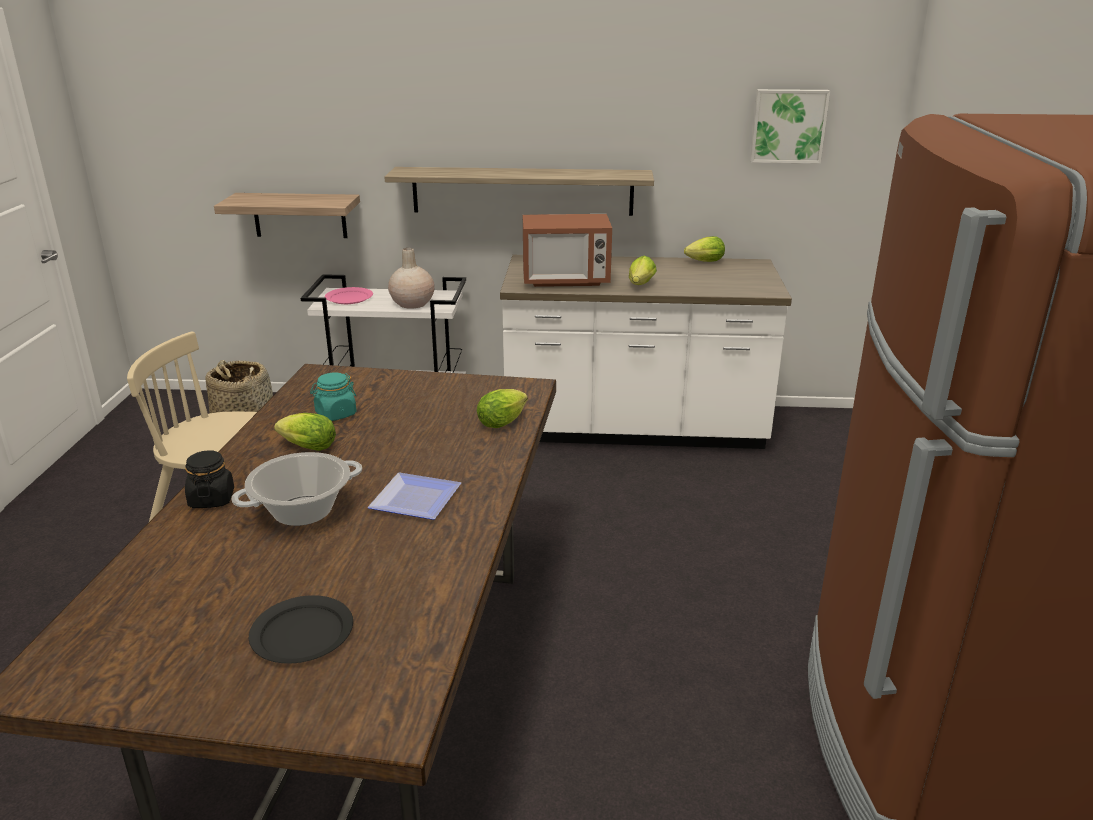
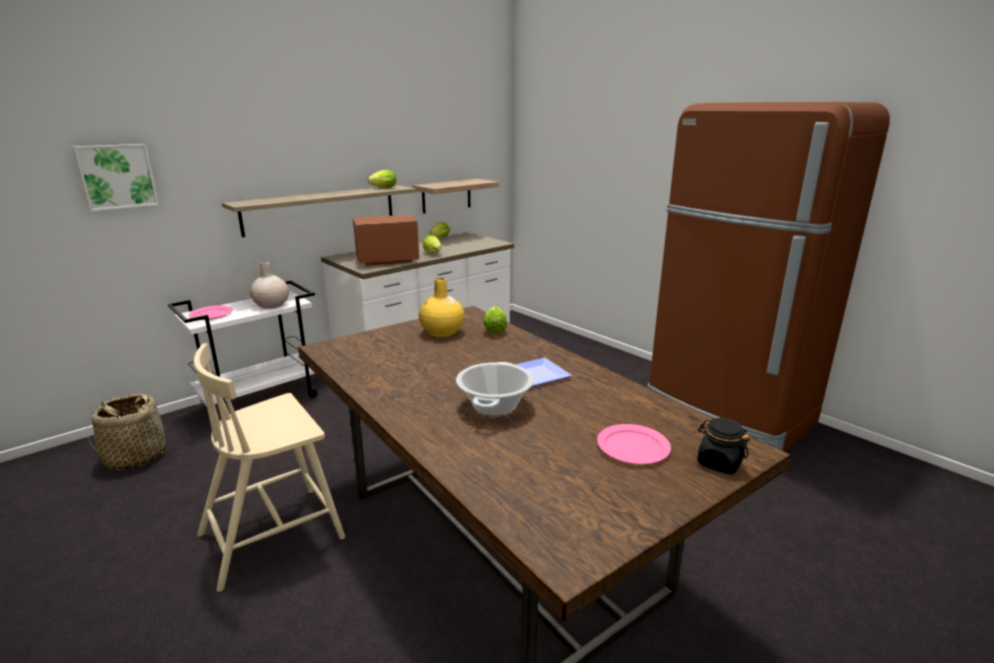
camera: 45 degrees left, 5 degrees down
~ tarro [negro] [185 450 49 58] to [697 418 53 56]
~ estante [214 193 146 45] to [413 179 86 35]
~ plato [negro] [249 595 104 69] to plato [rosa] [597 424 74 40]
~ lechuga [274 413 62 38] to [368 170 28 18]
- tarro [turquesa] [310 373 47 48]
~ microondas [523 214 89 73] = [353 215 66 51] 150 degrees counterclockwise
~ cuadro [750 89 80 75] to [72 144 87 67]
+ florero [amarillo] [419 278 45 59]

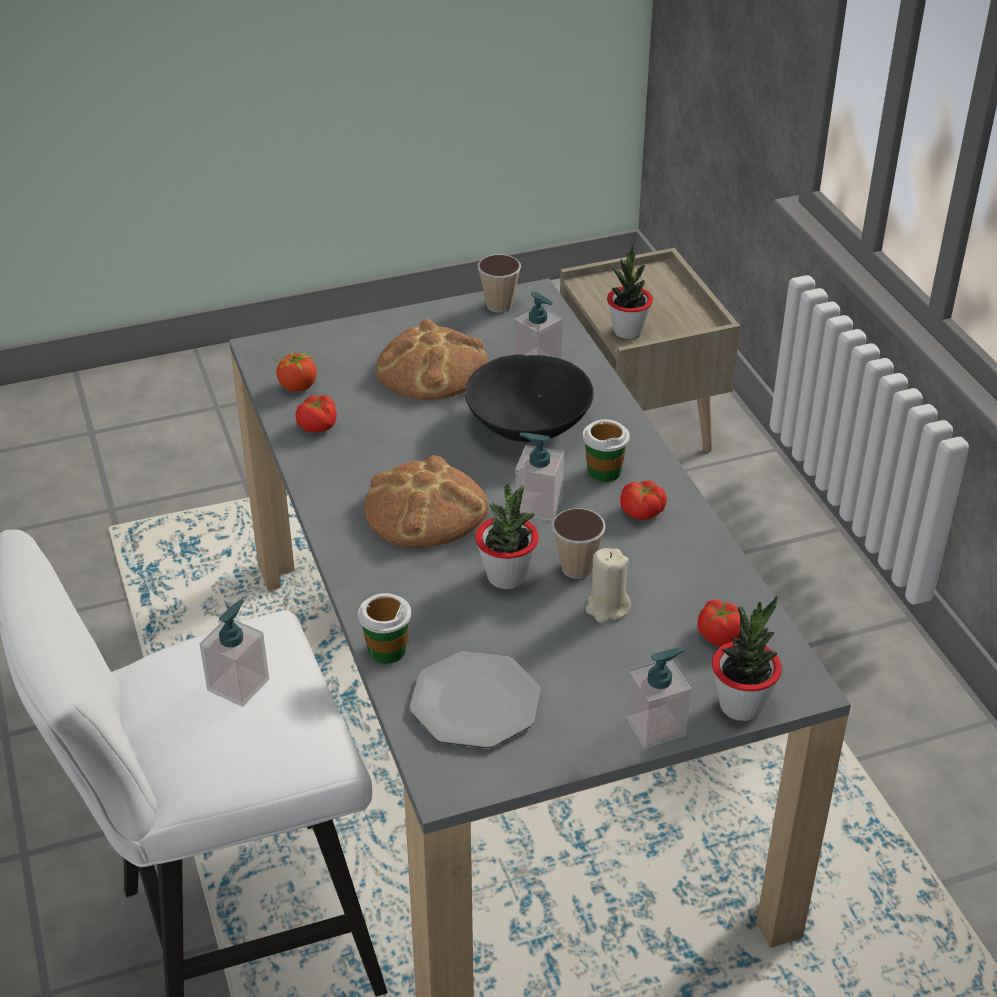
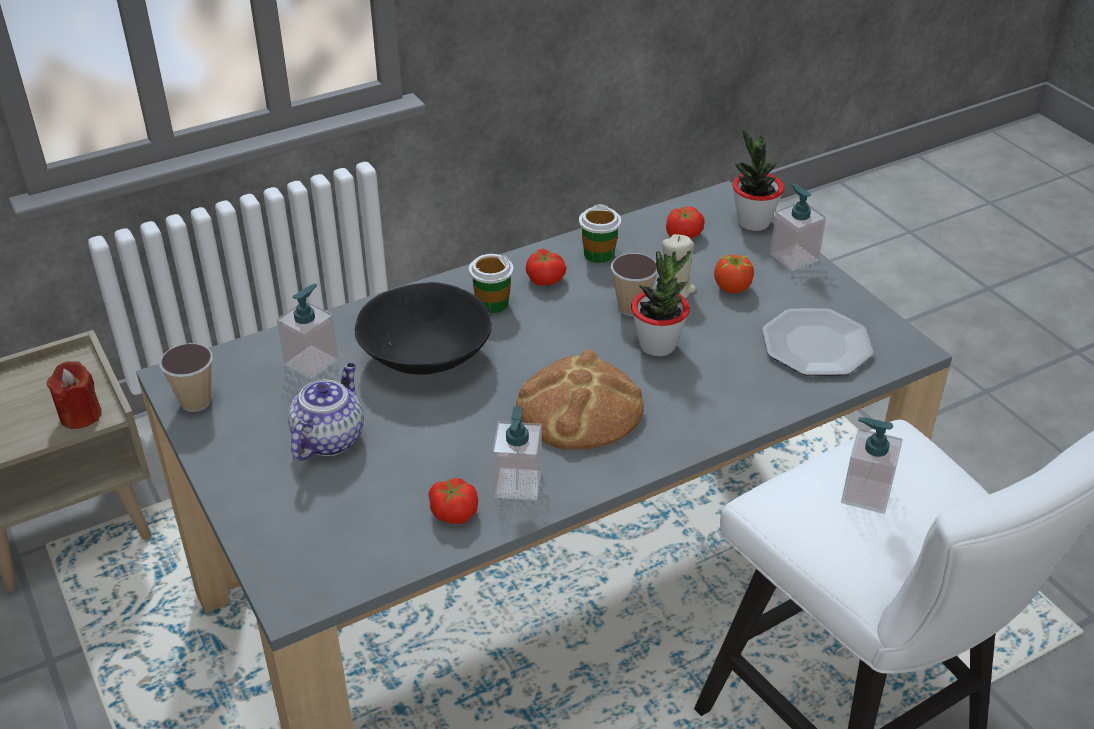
camera: 100 degrees left, 0 degrees up
~ tomate [272 351 45 41] to [714 253 43 40]
~ taza [358 593 53 71] to [579 204 42 59]
~ pan [376 319 112 82] to tetera [288 363 76 97]
~ dispensador de jabón [515 433 49 88] to [493 406 49 95]
~ planta en maceta [607 244 46 95] to vela [rojo] [47 361 54 68]

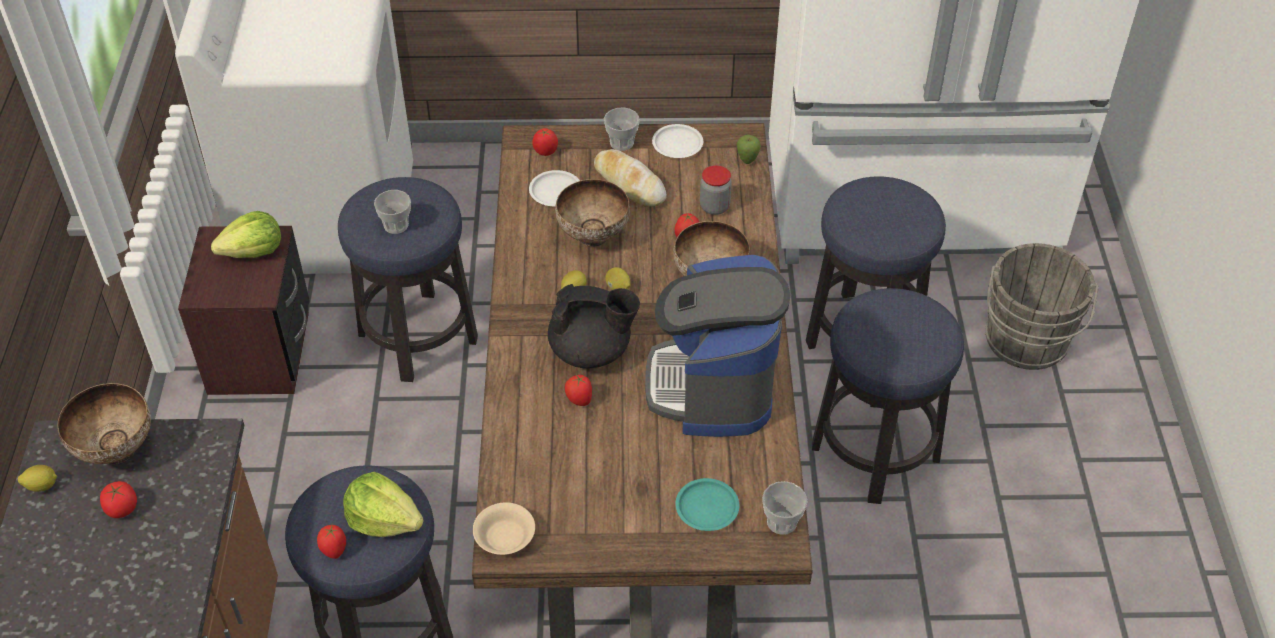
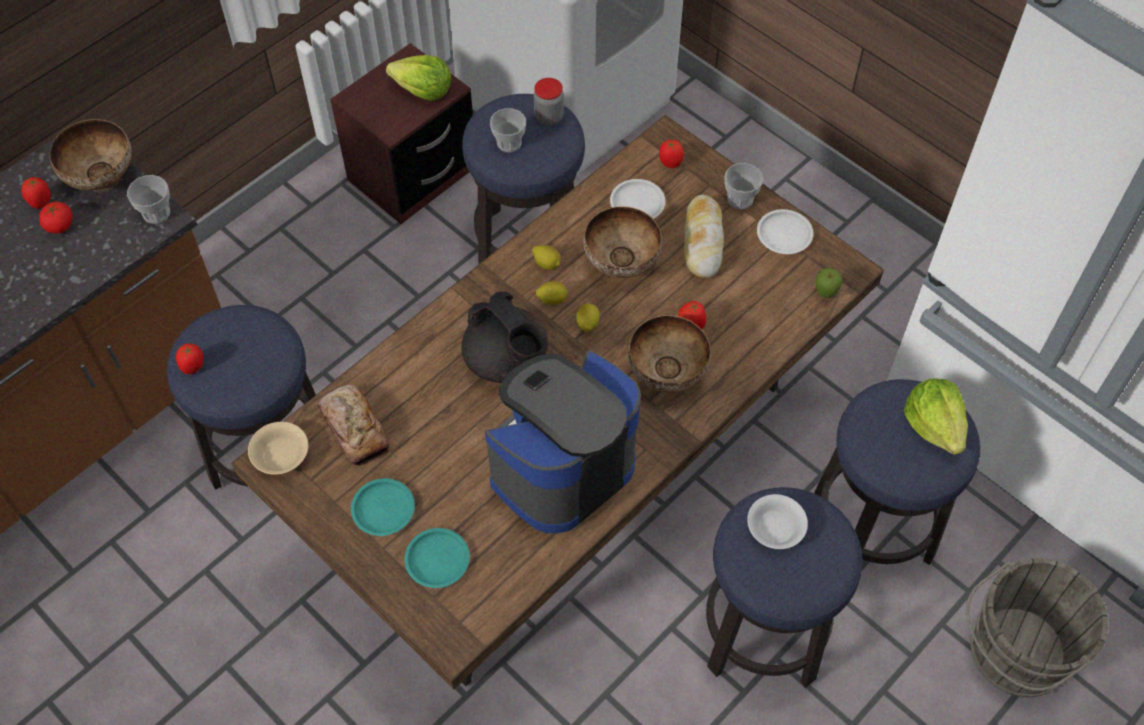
camera: 45 degrees right, 10 degrees up
~ limón [18 465 39 27] to [532 245 29 25]
~ lechuga [343 472 81 65] to [904 378 64 77]
~ tomate [565 375 27 31] to [21 177 29 32]
~ tarro [700 165 32 50] to [534 78 30 47]
~ taza [762 481 45 54] to [127 175 43 49]
+ pan [318 385 72 81]
+ plato [turquesa] [351 478 64 58]
+ cuenco [blanco] [747 494 61 55]

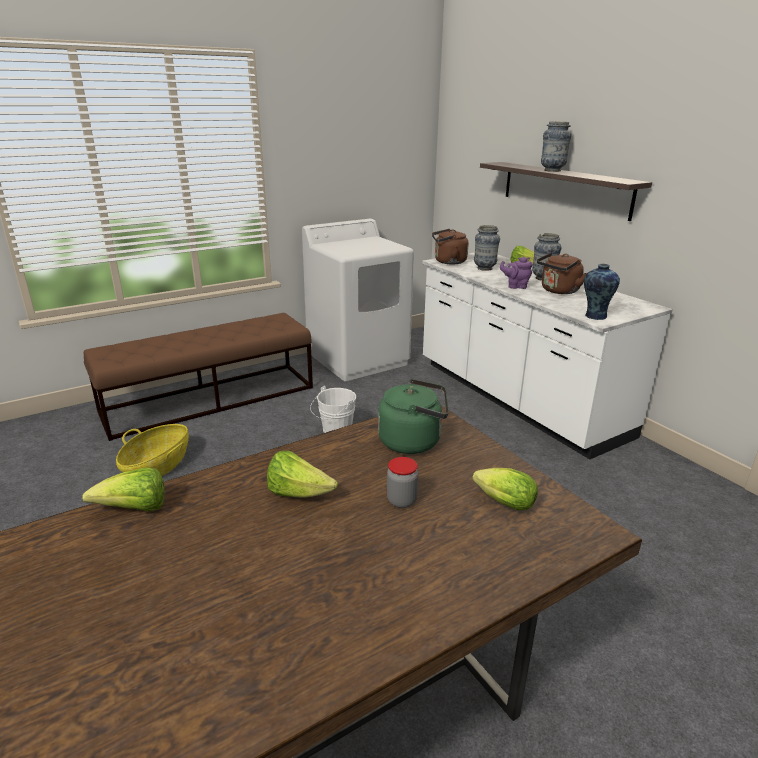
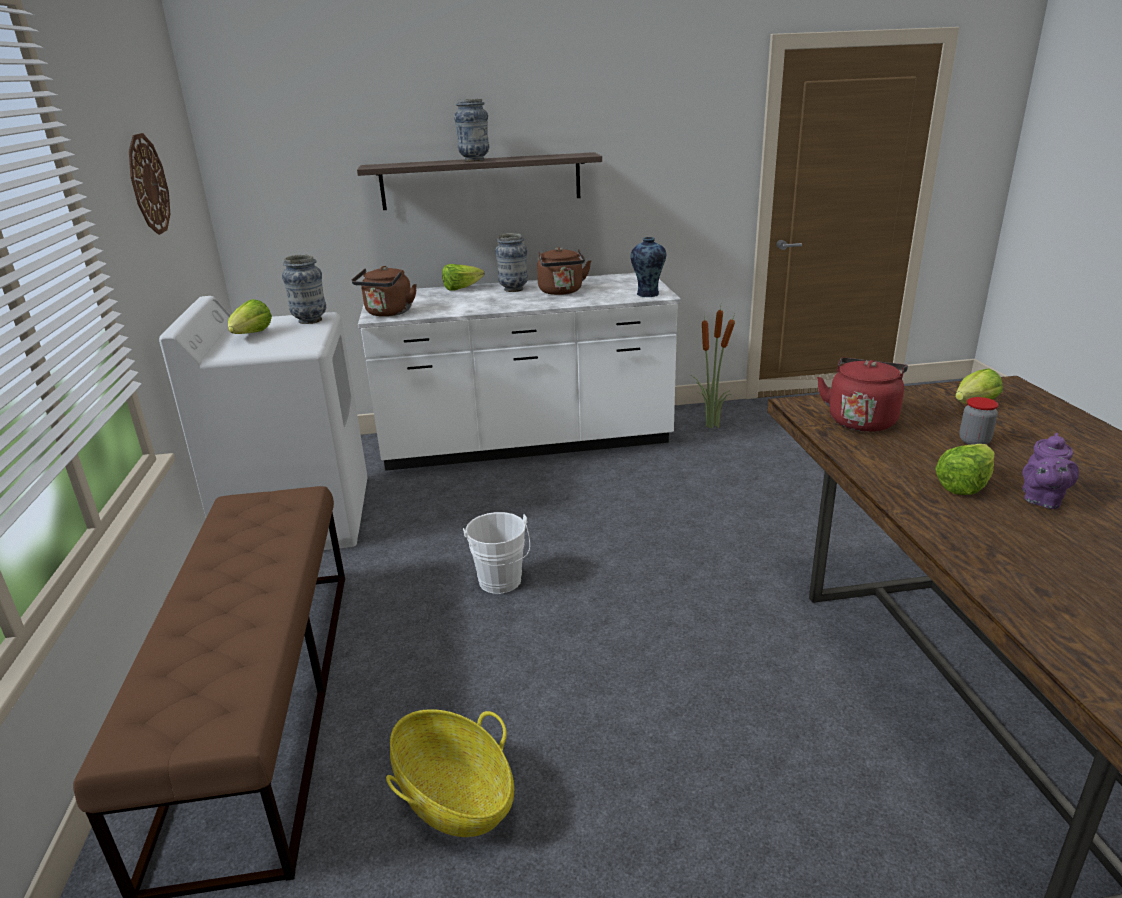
camera: 65 degrees left, 0 degrees up
~ lechuga [82 467 82 45] to [228 299 44 35]
~ hervidor [verde] [378 379 71 75] to hervidor [rojo] [817 358 91 74]
~ florero [474 225 26 46] to [282 254 44 70]
~ tetera [morado] [500 257 33 32] to [1022 433 57 76]
+ reloj de pared [129 133 41 102]
+ planta en maceta [691 306 44 122]

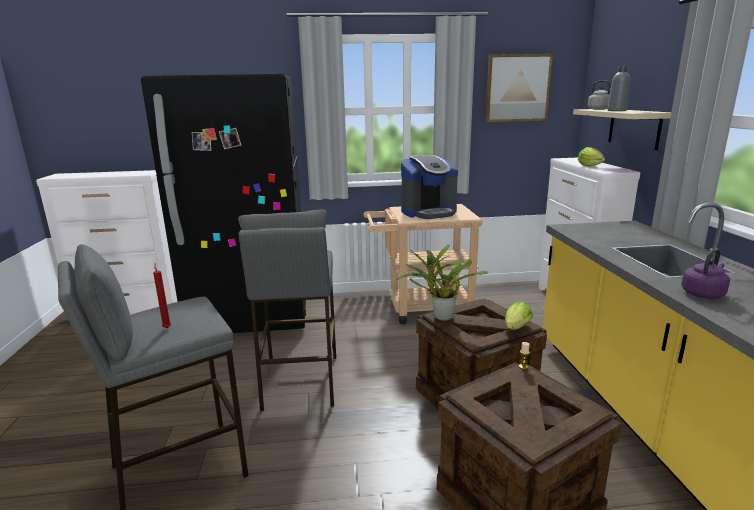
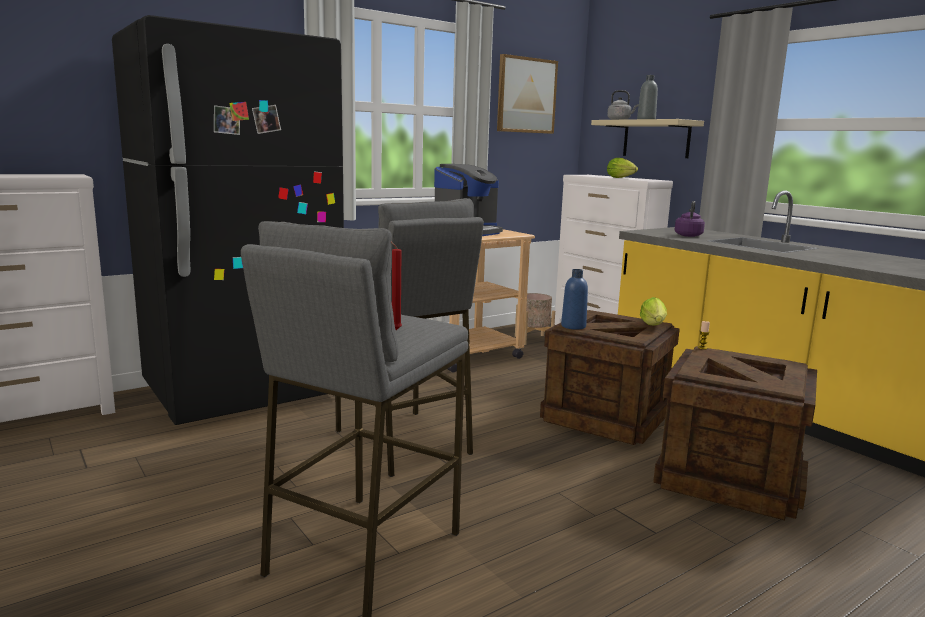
camera: 30 degrees left, 5 degrees down
~ planta en maceta [397 244 91 77] to botella [azul] [561 269 27 61]
~ hervidor [morado] [681 248 49 51] to [675 201 30 36]
+ maceta [beis] [515 293 40 52]

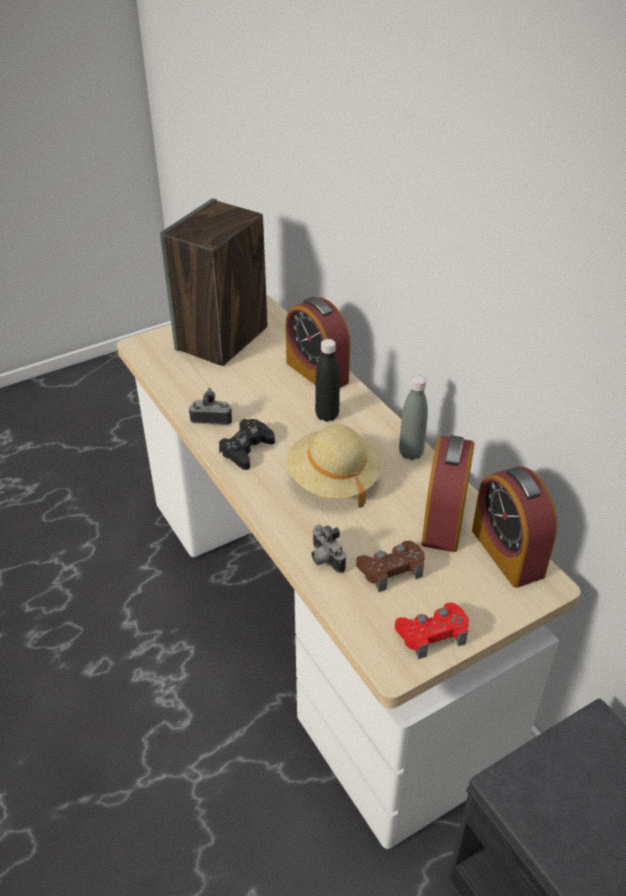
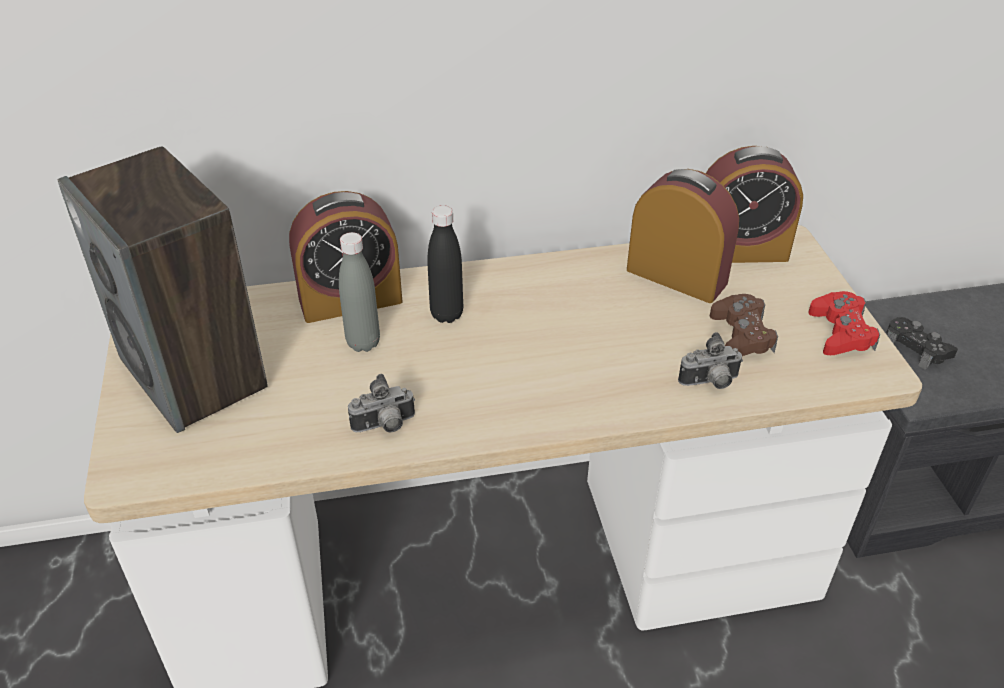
camera: 70 degrees left, 0 degrees up
~ cámara [189 388 43 37] = [348 374 67 58] 135 degrees counterclockwise
~ mando de consola [negro] [219 419 56 51] to [886 317 72 53]
- sombrero [beis] [286 425 96 83]
~ botella [gris] [399 375 29 85] to [339 232 41 120]

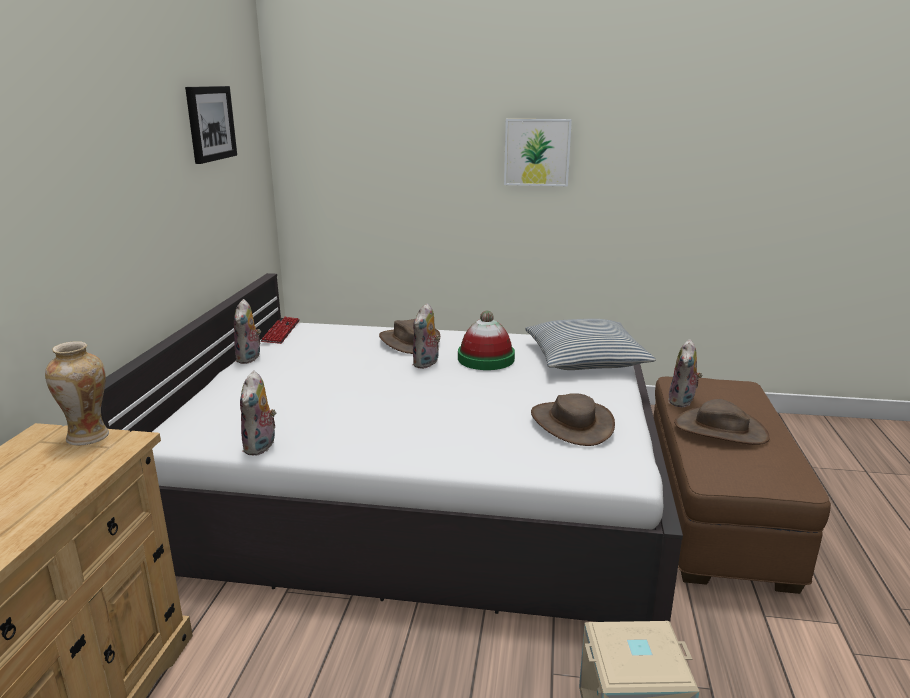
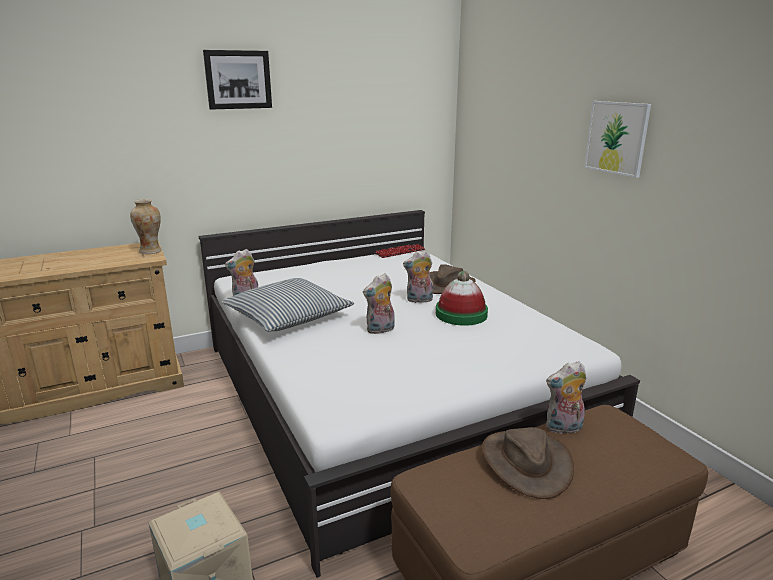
camera: 55 degrees right, 0 degrees up
~ cuadro [185 86 52 78] to [203 50 69 60]
~ peluche [234 299 27 65] to [363 273 32 61]
~ cojín [525 319 131 51] to [221 278 133 54]
- sombrero [marrón] [531 393 84 53]

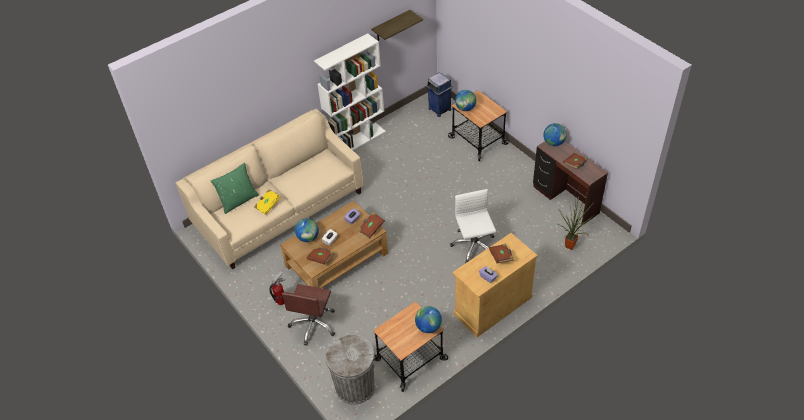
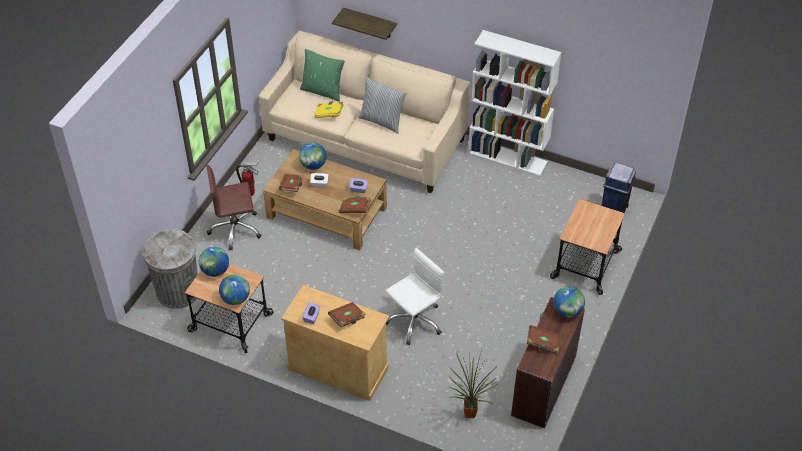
camera: 60 degrees right, 0 degrees up
~ estante [372 10 51 31] to [332 7 65 33]
~ globo terráqueo [455 90 21 21] to [199 247 30 30]
+ cojín [358 77 49 57]

